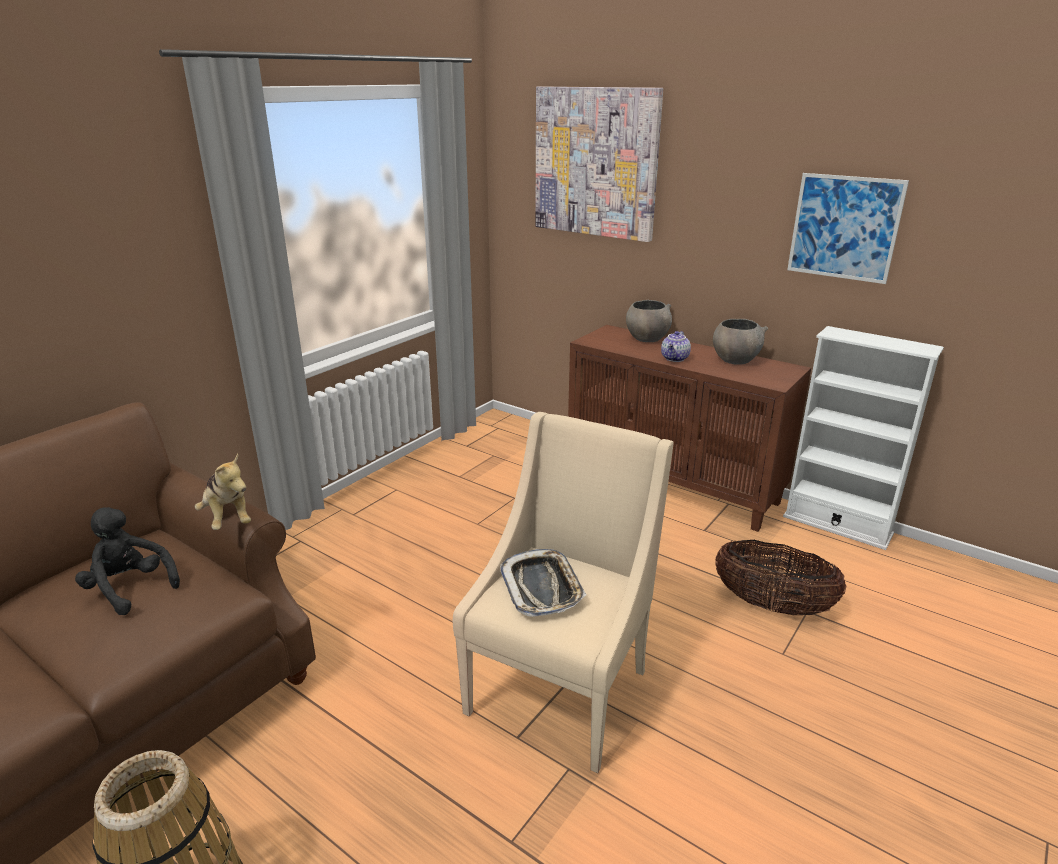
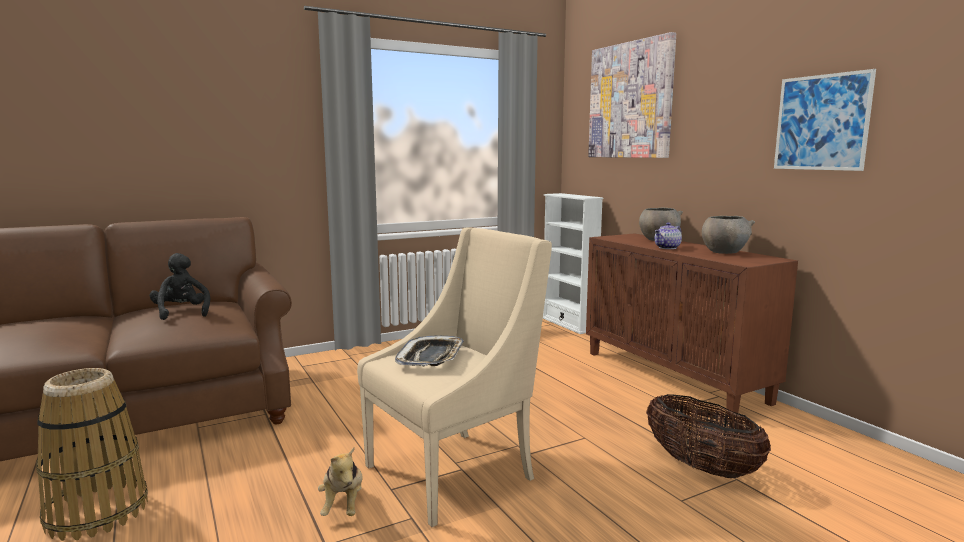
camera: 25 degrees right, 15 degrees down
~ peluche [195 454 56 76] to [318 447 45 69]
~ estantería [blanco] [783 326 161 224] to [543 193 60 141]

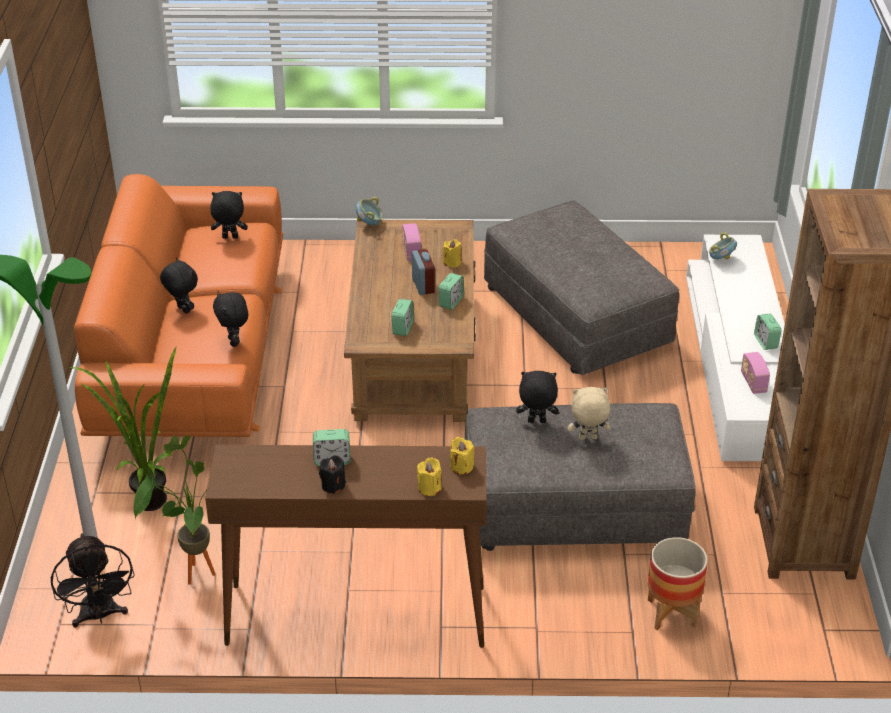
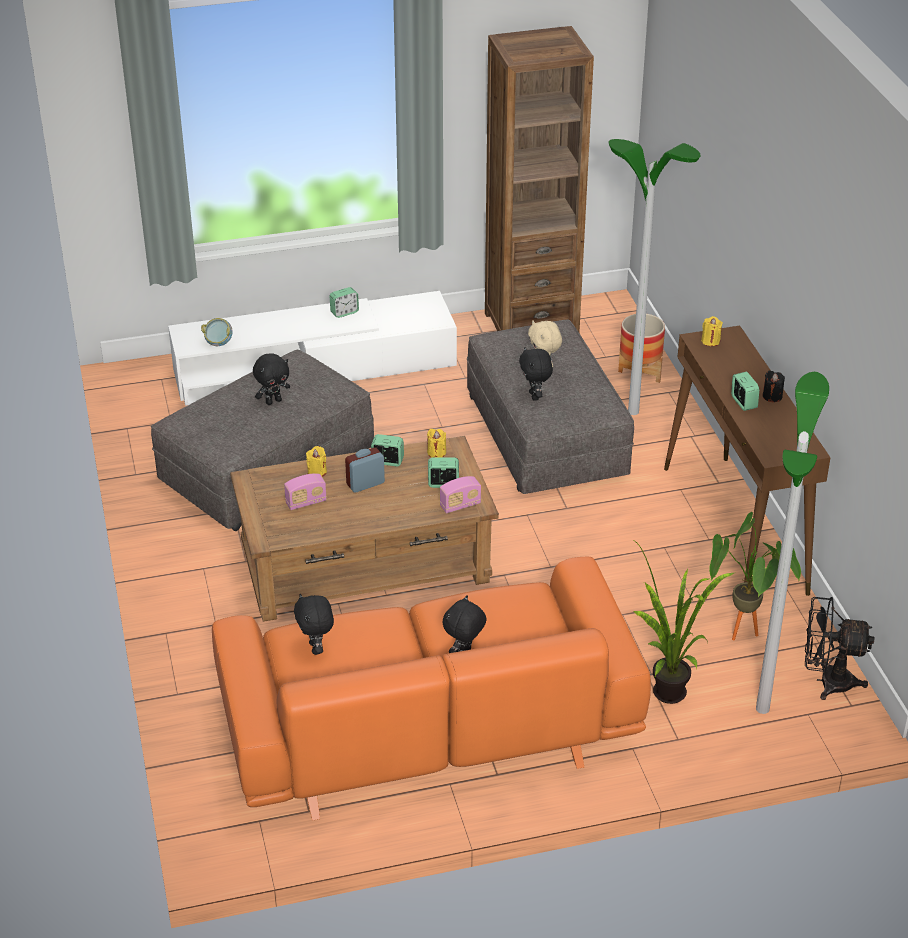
camera: 105 degrees left, 0 degrees up
~ ventilador [negro] [51 533 84 94] = [805 597 69 103] 135 degrees counterclockwise
~ peluche [negro] [213 291 35 56] to [253 353 37 52]
- cuenco [356 197 27 28]
~ vela [amarillo] [417 457 24 39] to [427 429 19 29]
~ radio [741 352 29 42] to [440 476 41 37]
+ lámpara de pie [609 139 92 276]

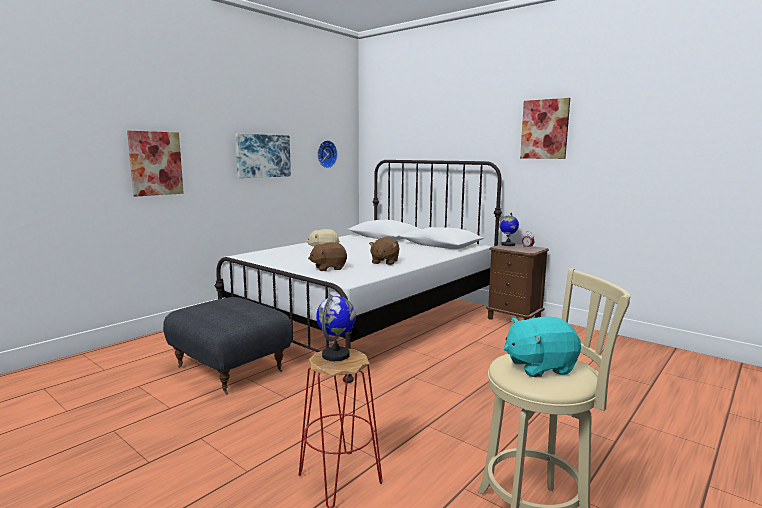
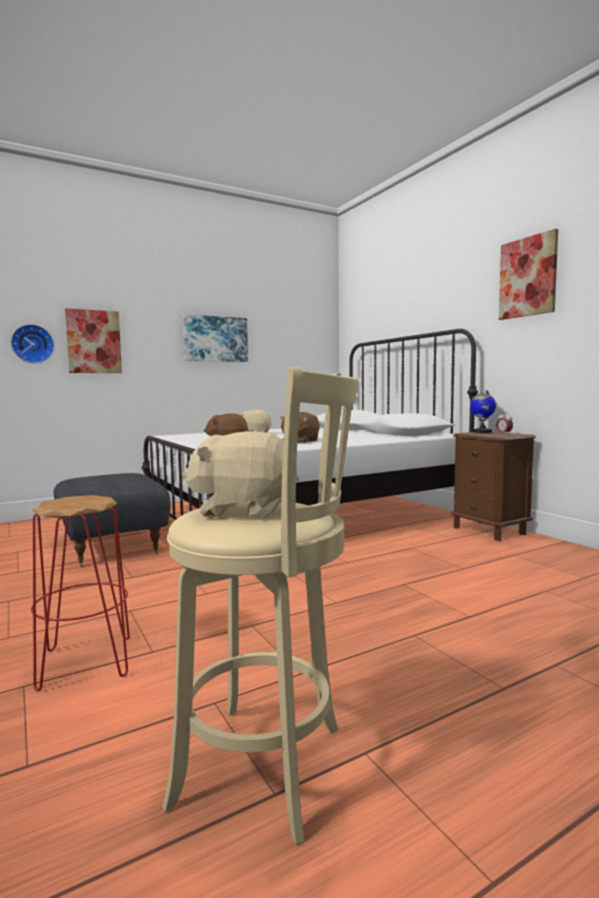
camera: 20 degrees right, 5 degrees down
- globo terráqueo [316 294 40 67]
~ reloj de pared [317 140 20 28] to [11 324 43 40]
~ peluche [turquesa] [504 317 77 60] to peluche [beis] [183 431 116 88]

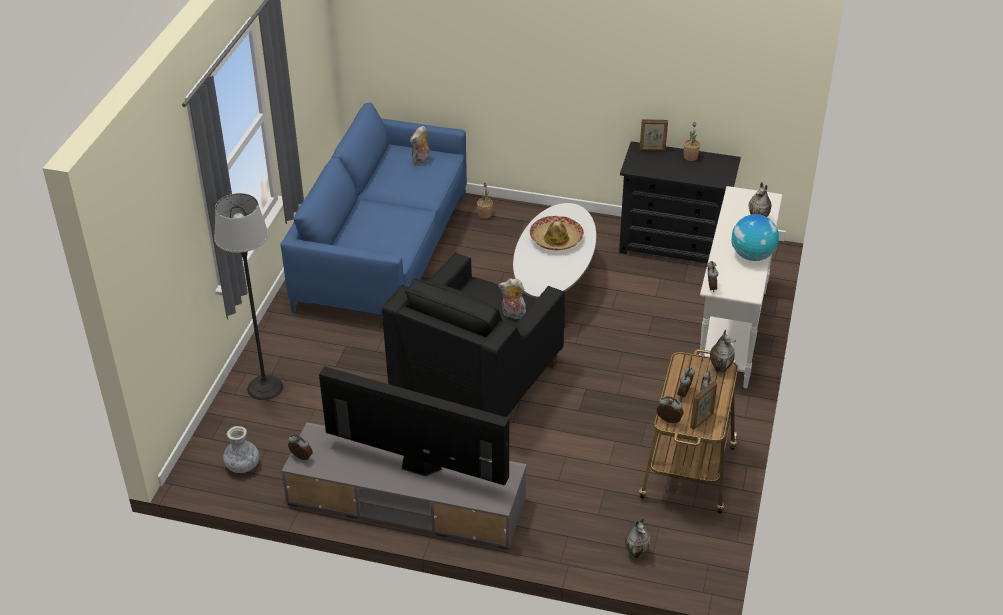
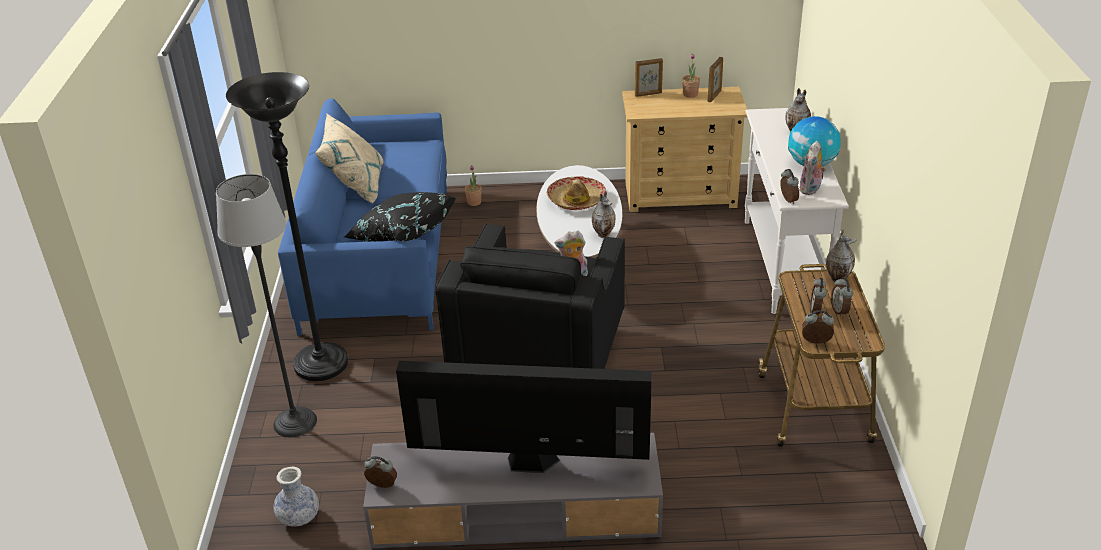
camera: 15 degrees left, 5 degrees down
~ peluche [410 126 20 39] to [799 141 27 54]
~ cómoda [negro] [619 141 122 122] to cómoda [beis] [622 87 125 125]
~ florero [625 518 26 41] to [592 191 24 47]
~ portarretratos [690 381 27 49] to [708 57 15 45]
+ lámpara de pie [negro] [226 72 122 309]
+ cojín [beis] [315 114 69 89]
+ cojín [negro] [344 192 112 50]

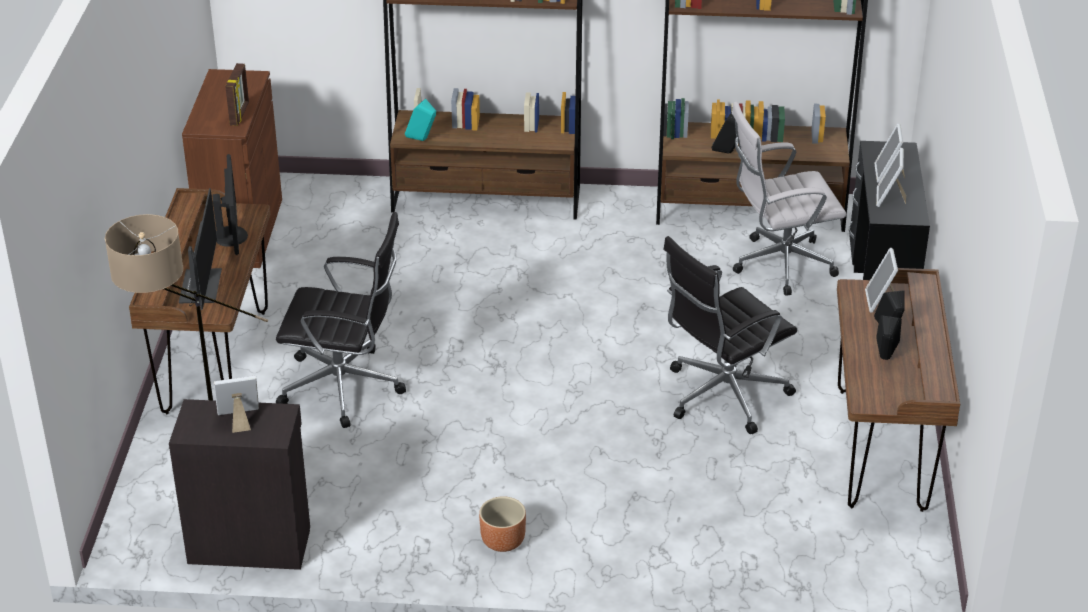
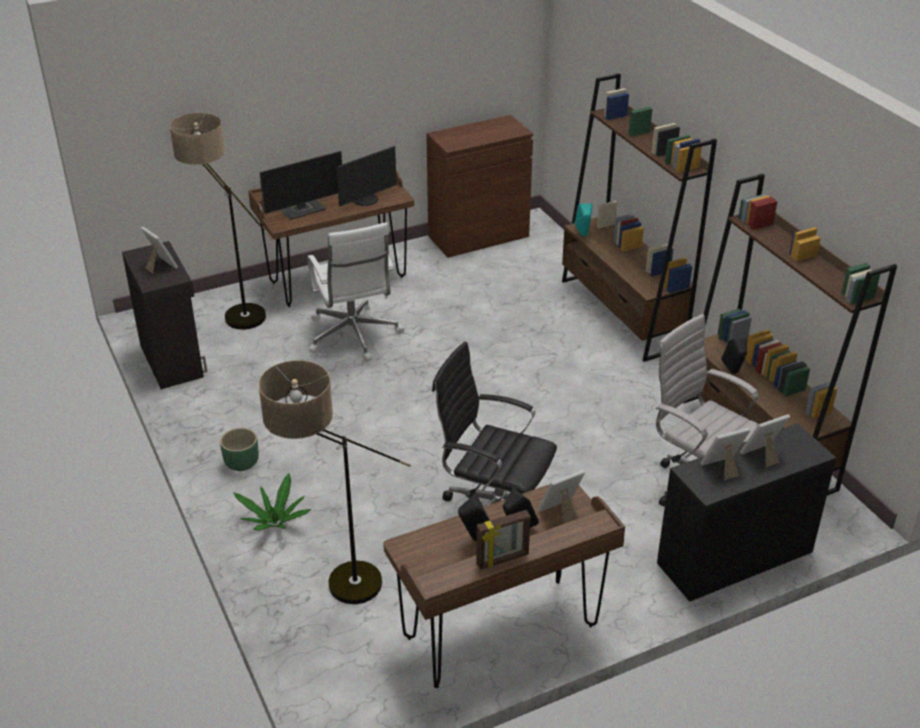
camera: 60 degrees right, 0 degrees up
~ portarretratos [225 63 24 63] to [476 510 55 59]
~ silla de oficina [negro] [276 212 130 216] to silla de oficina [blanco] [307 222 97 140]
~ maceta [marrón] [479 496 47 56] to maceta [verde] [220 428 39 43]
+ planta en maceta [233 473 78 57]
+ lámpara de pie [258 360 153 244]

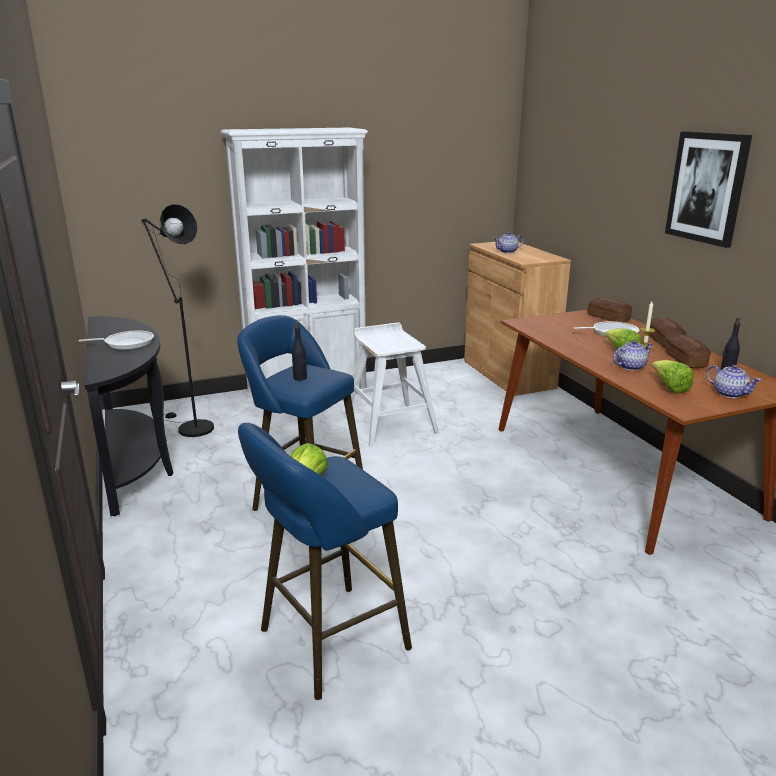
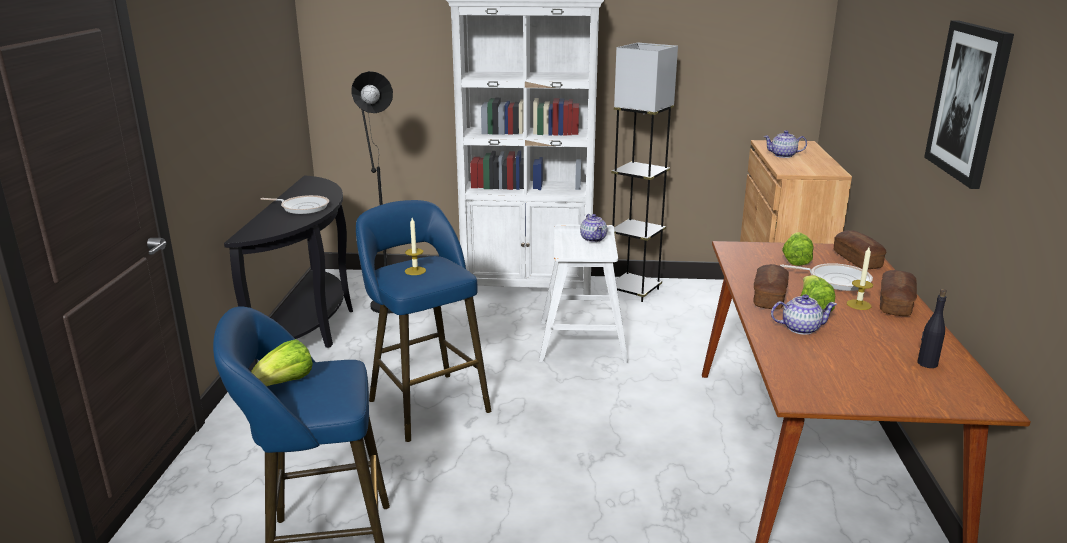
camera: 25 degrees right, 0 degrees up
~ botella [negro] [292 321 15 59] to vela [405 218 21 57]
~ lechuga [652 360 42 34] to [782 232 32 34]
~ pan [666 334 45 34] to [753 264 36 45]
~ tetera [706 365 55 33] to [580 214 27 28]
+ lámpara de pie [gris] [611 43 67 259]

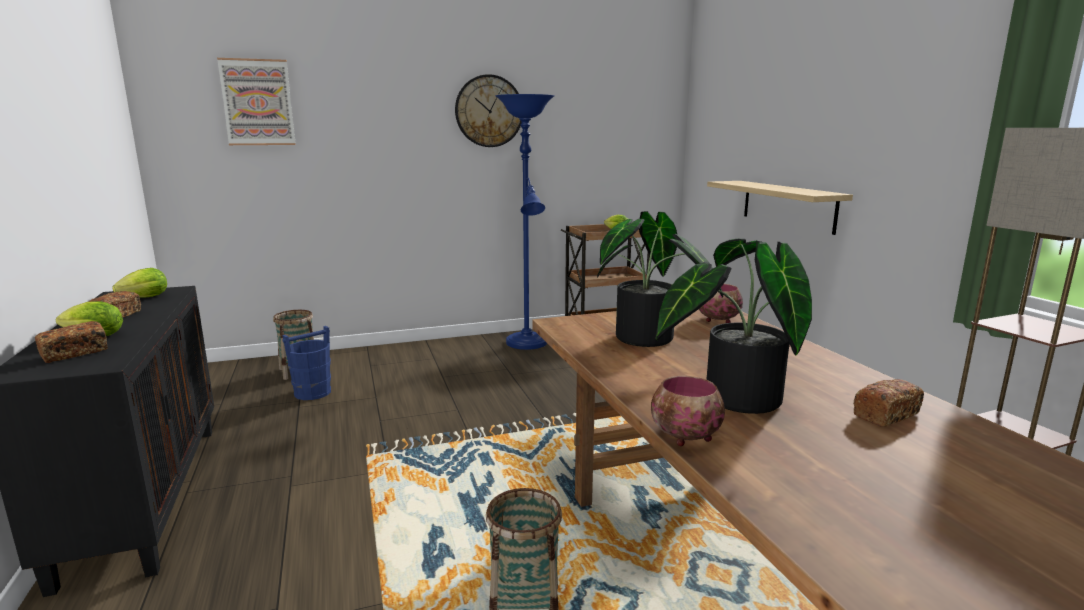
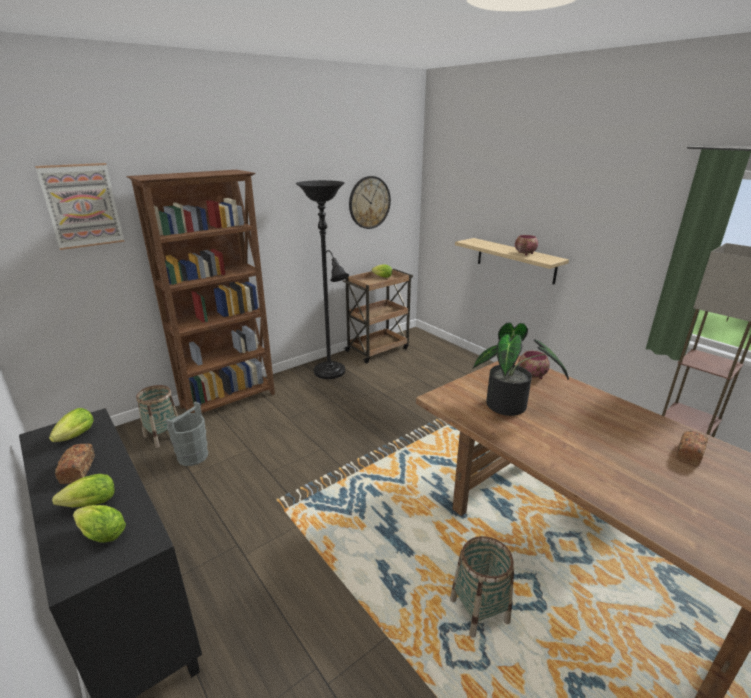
camera: 20 degrees left, 10 degrees up
~ pan [35 321 73 42] to lechuga [73 505 53 38]
~ cubo [azul] [282 326 49 74] to cubo [gris] [166 402 42 64]
~ reloj de pared [455 74 67 73] to [349 176 42 53]
~ lámpara de pie [azul] [495 94 59 256] to lámpara de pie [negro] [296 180 53 199]
~ cuenco [651 376 74 70] to [515 235 23 21]
- planta en maceta [655 238 157 176]
+ estantería [marrón] [126 170 149 243]

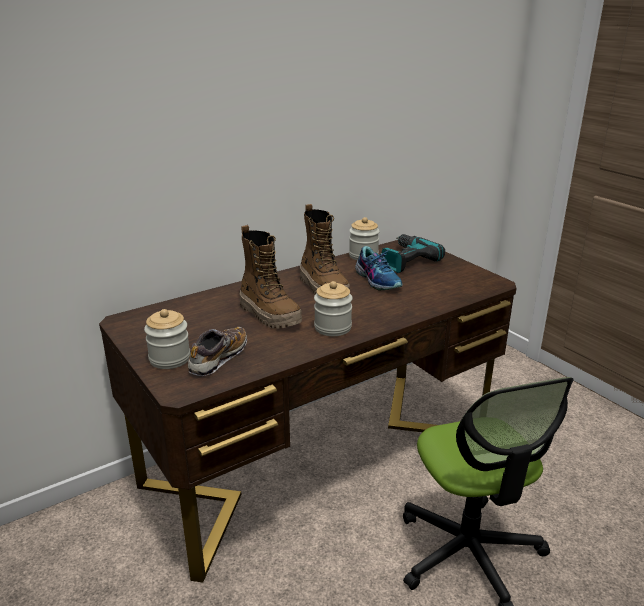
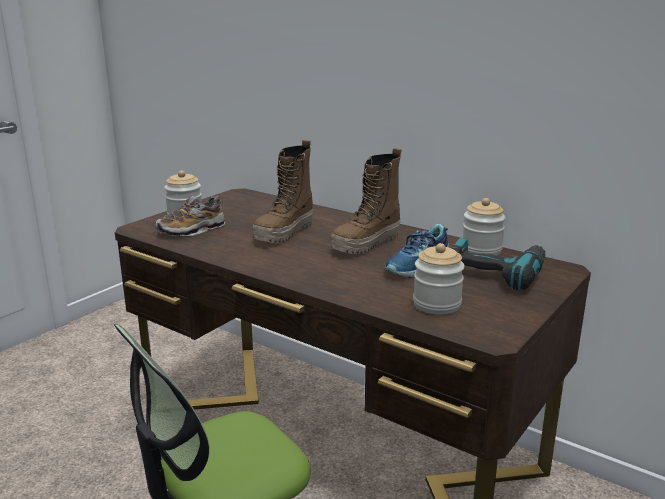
camera: 70 degrees right, 5 degrees down
~ zapato [188 327 59 49] = [155 196 70 40] 135 degrees clockwise
~ tarro [314 281 38 55] to [413 243 52 72]

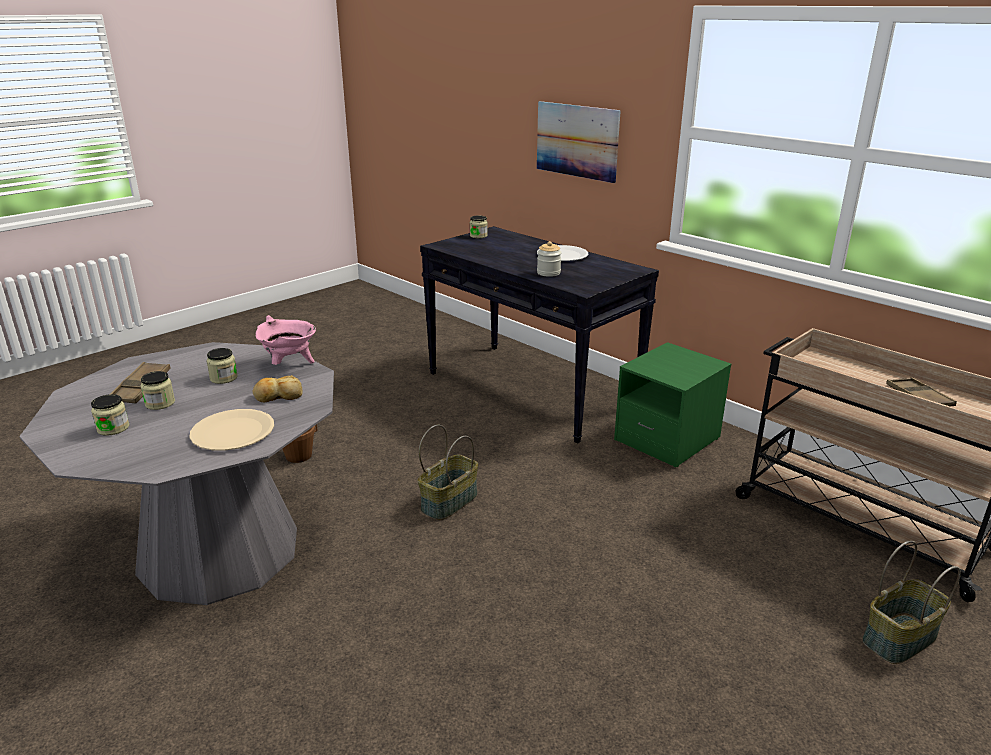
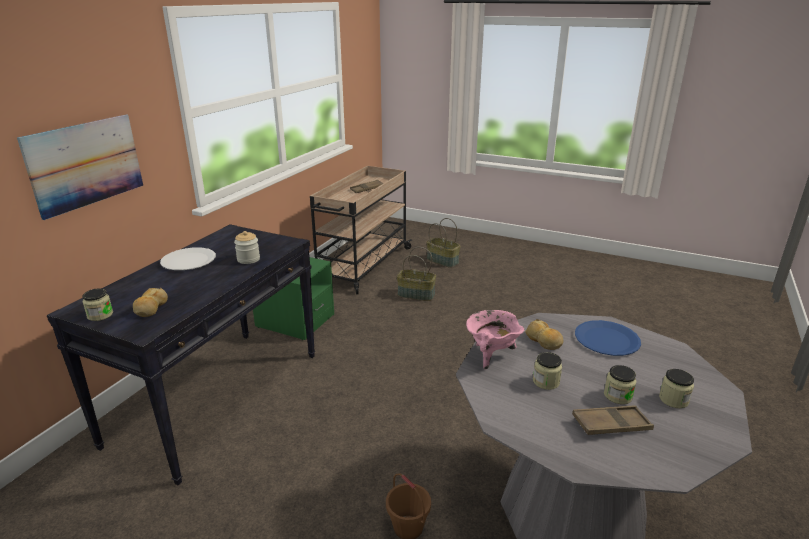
camera: 110 degrees left, 0 degrees up
~ plato [beis] [189 409 85 42] to plato [azul] [575 320 66 36]
~ cesta [418 425 60 95] to [397 247 39 54]
+ pan [133 288 35 29]

